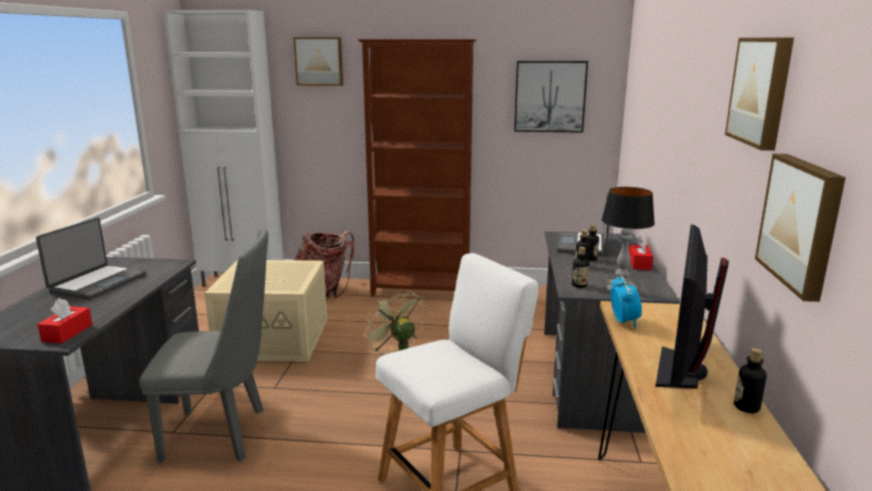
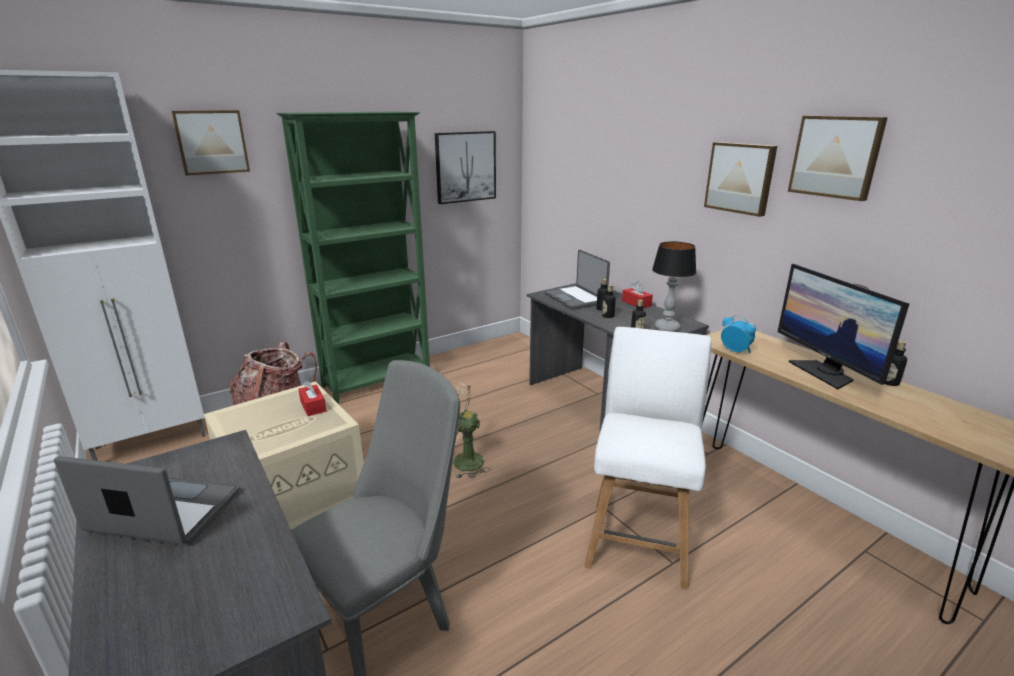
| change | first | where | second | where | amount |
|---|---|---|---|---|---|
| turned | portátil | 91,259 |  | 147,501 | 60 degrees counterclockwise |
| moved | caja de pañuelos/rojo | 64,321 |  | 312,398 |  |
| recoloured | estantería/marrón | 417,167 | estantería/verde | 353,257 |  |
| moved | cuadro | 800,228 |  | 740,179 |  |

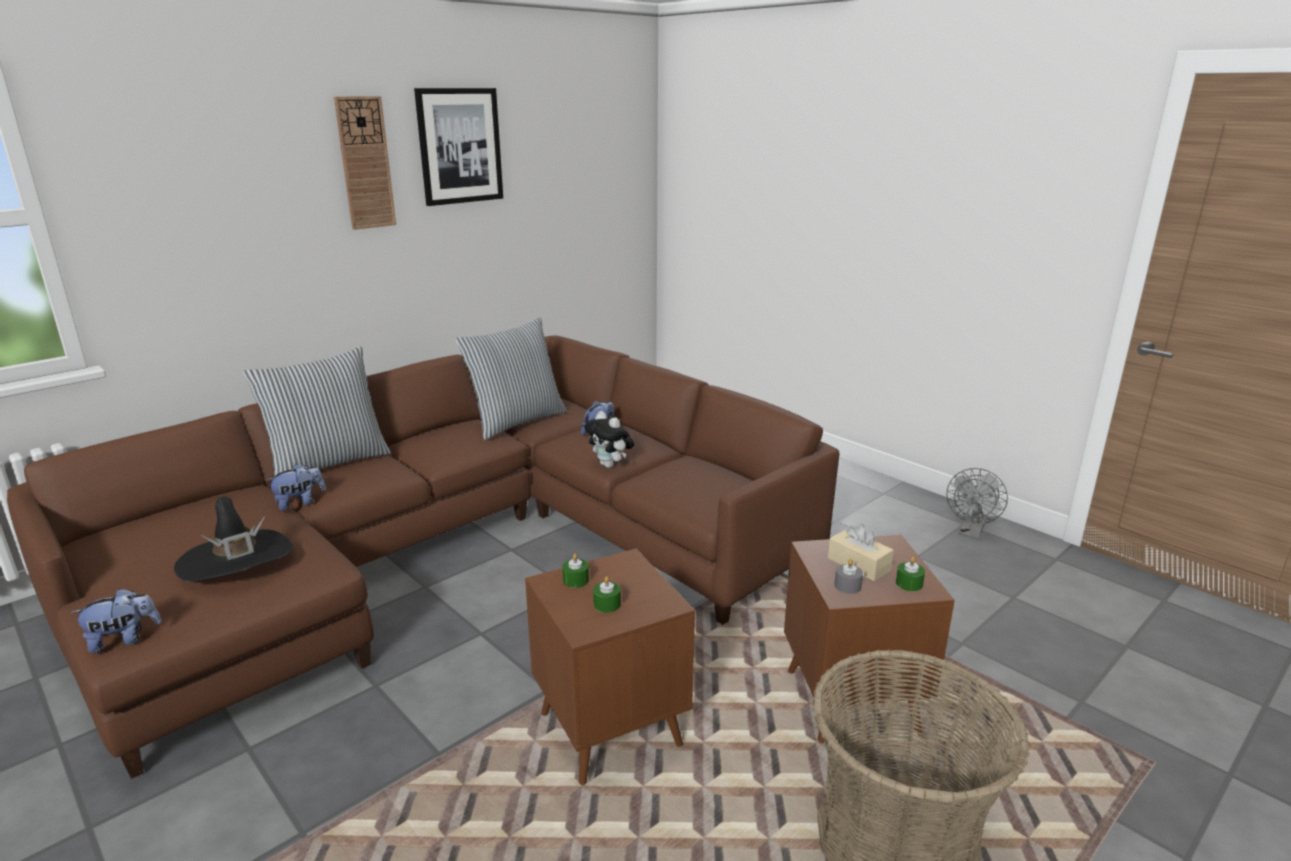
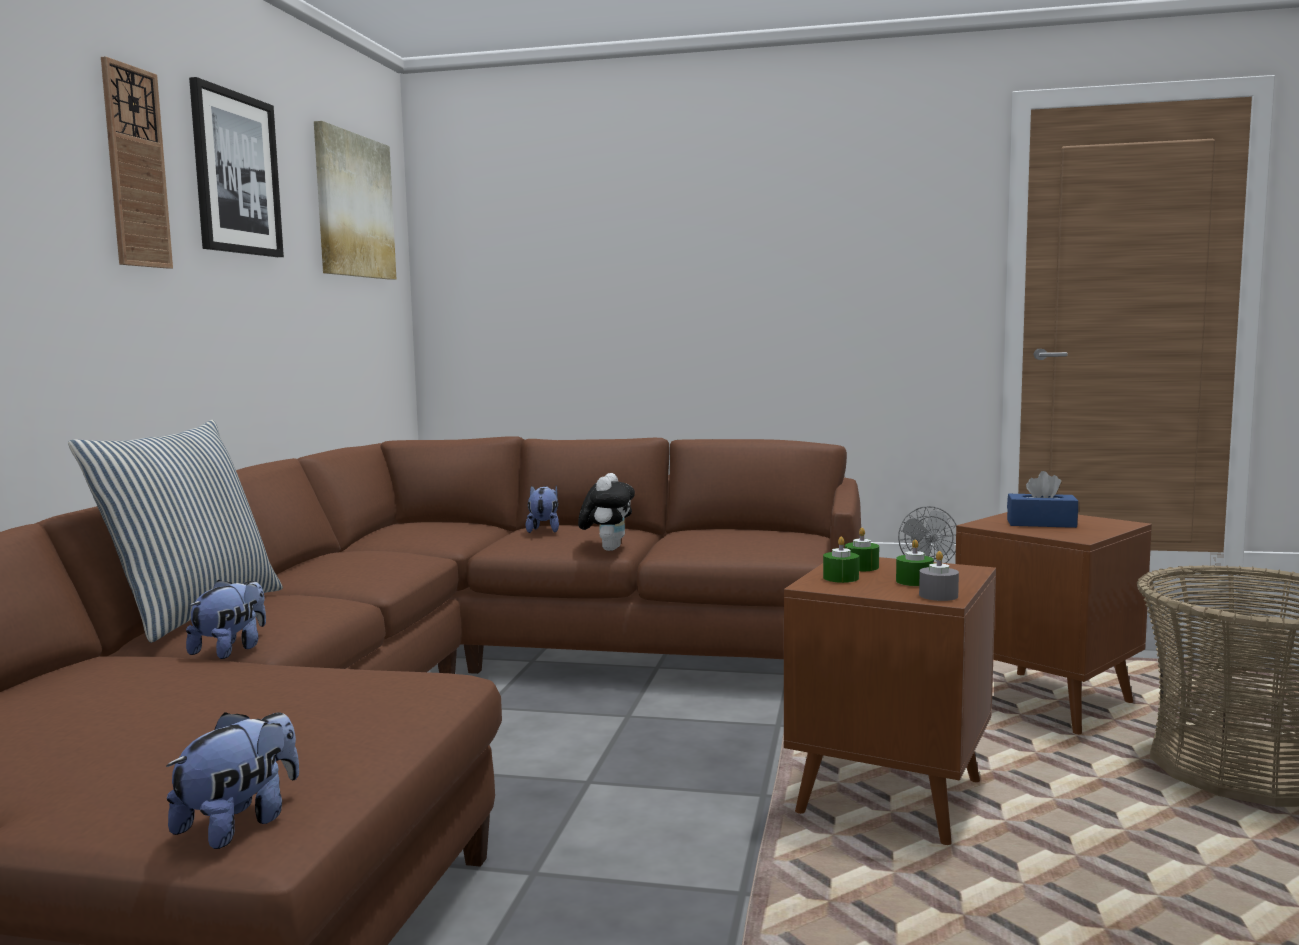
| change | first | where | second | where | amount |
|---|---|---|---|---|---|
| removed | sombrero/negro | 233,539 |  |  |  |
| removed | cojín | 511,378 |  |  |  |
| turned | peluche | 609,439 |  | 606,512 | 90 degrees counterclockwise |
| recoloured | caja de pañuelos/beis | 861,552 | caja de pañuelos/azul | 1042,499 |  |
| moved | vela/gris | 848,576 |  | 939,576 |  |
| moved | vela/verde | 910,574 |  | 862,549 |  |
| added |  |  | cuadro | 355,200 |  |

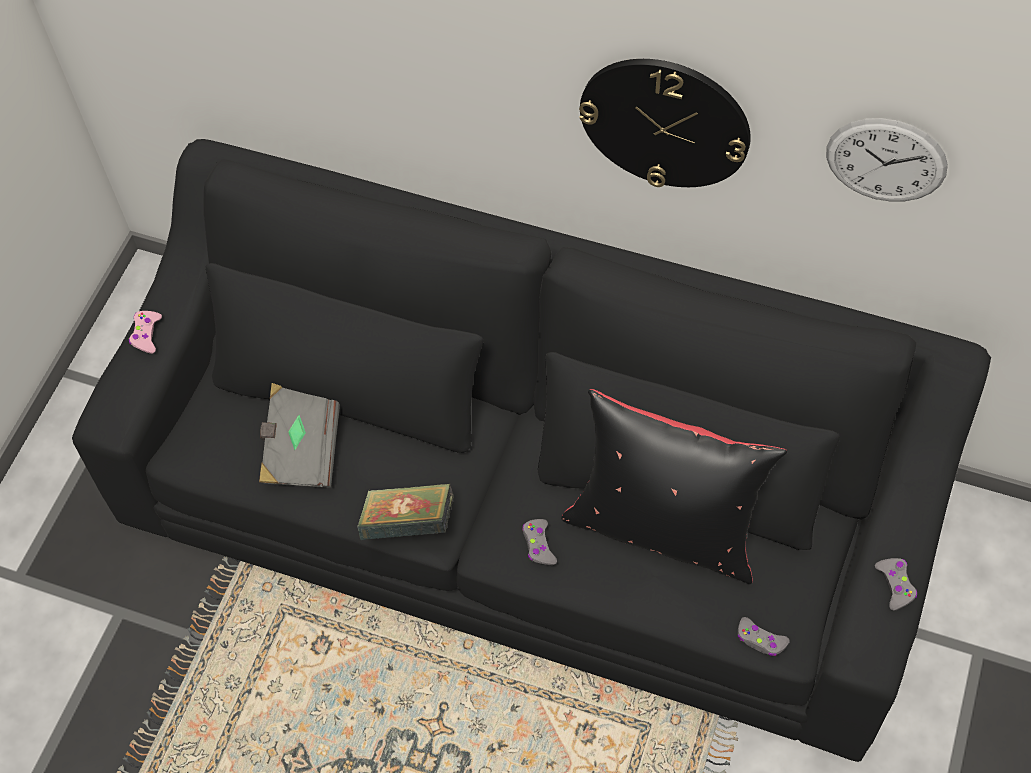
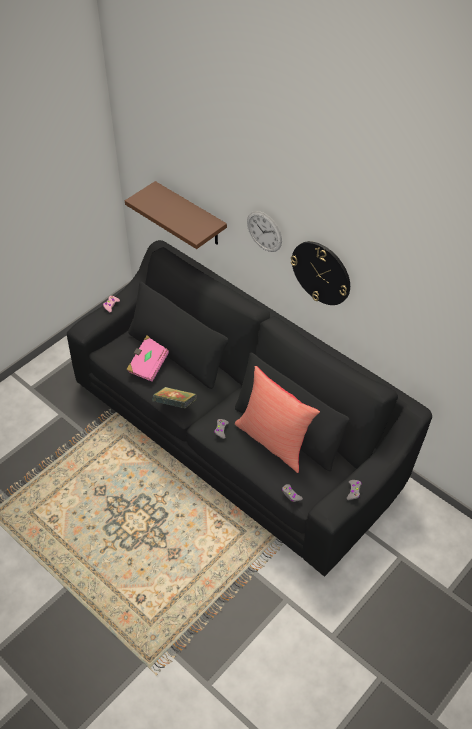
| change | first | where | second | where | amount |
|---|---|---|---|---|---|
| recoloured | libro/gris | 299,435 | libro/rosa | 147,358 |  |
| recoloured | cojín/negro | 674,486 | cojín/rojo | 277,419 |  |
| moved | reloj de pared | 887,160 |  | 264,231 |  |
| added |  |  | estante/marrón | 176,215 |  |

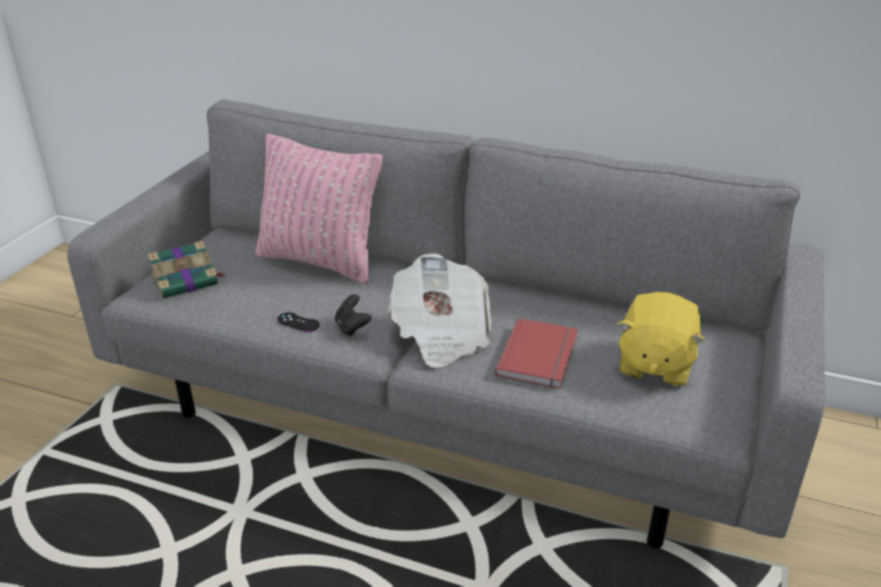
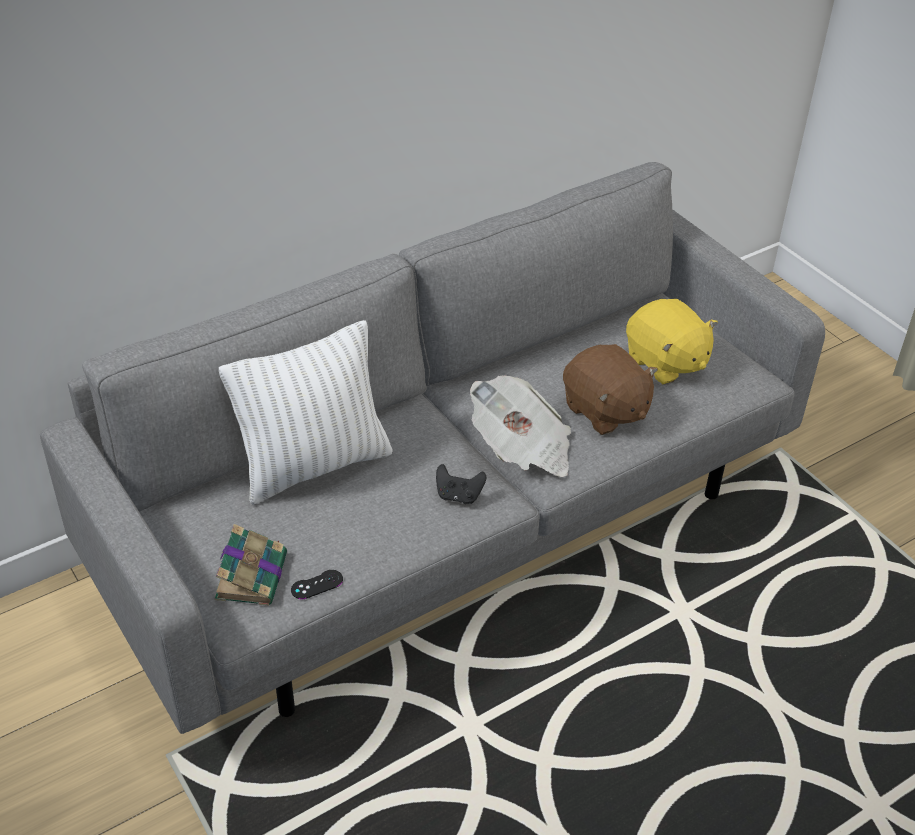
| change | first | where | second | where | amount |
|---|---|---|---|---|---|
| recoloured | cojín/rosa | 318,208 | cojín/blanco | 306,412 |  |
| moved | mando de consola/negro | 298,322 |  | 317,584 |  |
| replaced | libro/rojo | 536,353 | peluche/marrón | 610,389 |  |

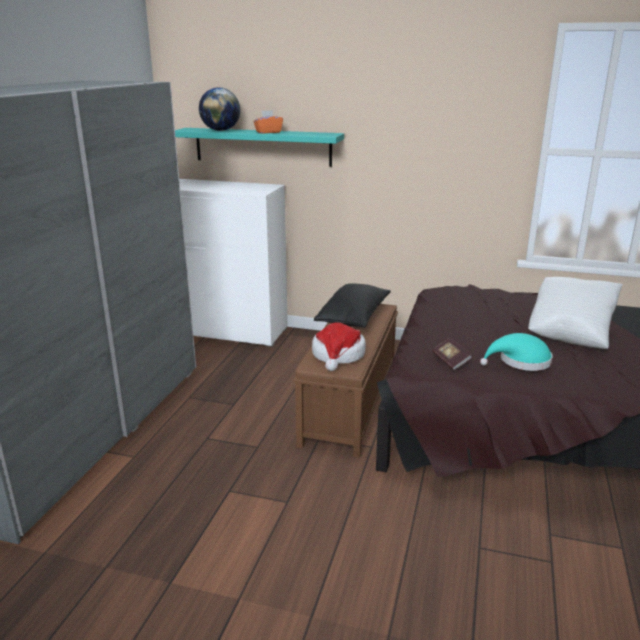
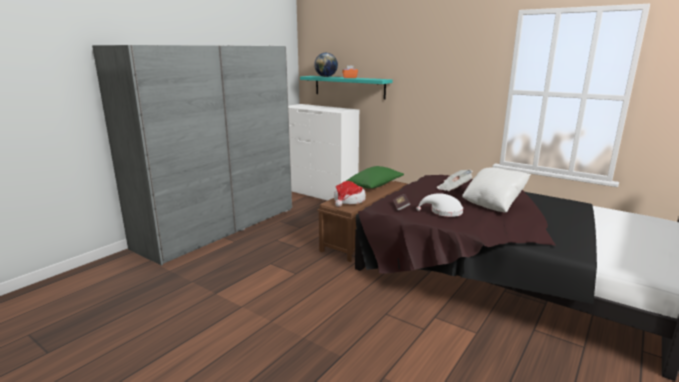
| change | first | where | second | where | amount |
|---|---|---|---|---|---|
| recoloured | cojín/negro | 352,305 | cojín/verde | 375,177 |  |
| recoloured | sombrero/turquesa | 516,352 | sombrero/blanco | 439,205 |  |
| added |  |  | periódico | 455,180 |  |

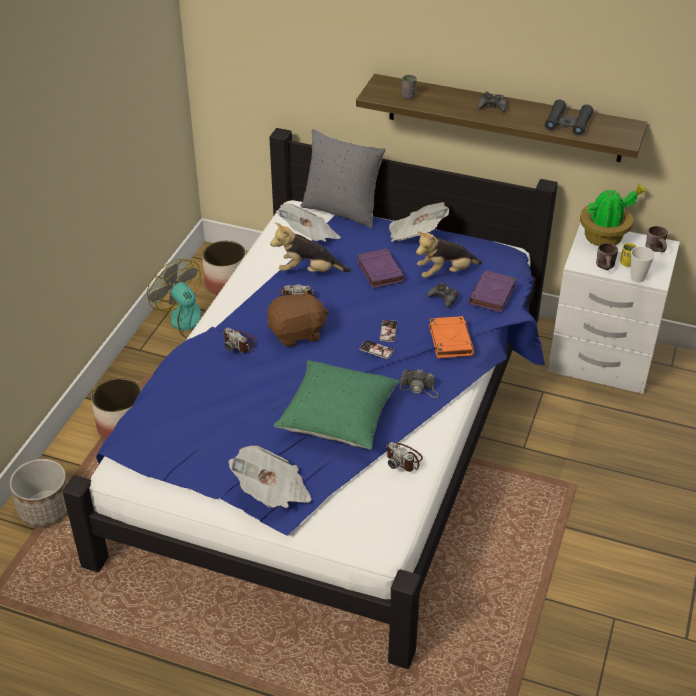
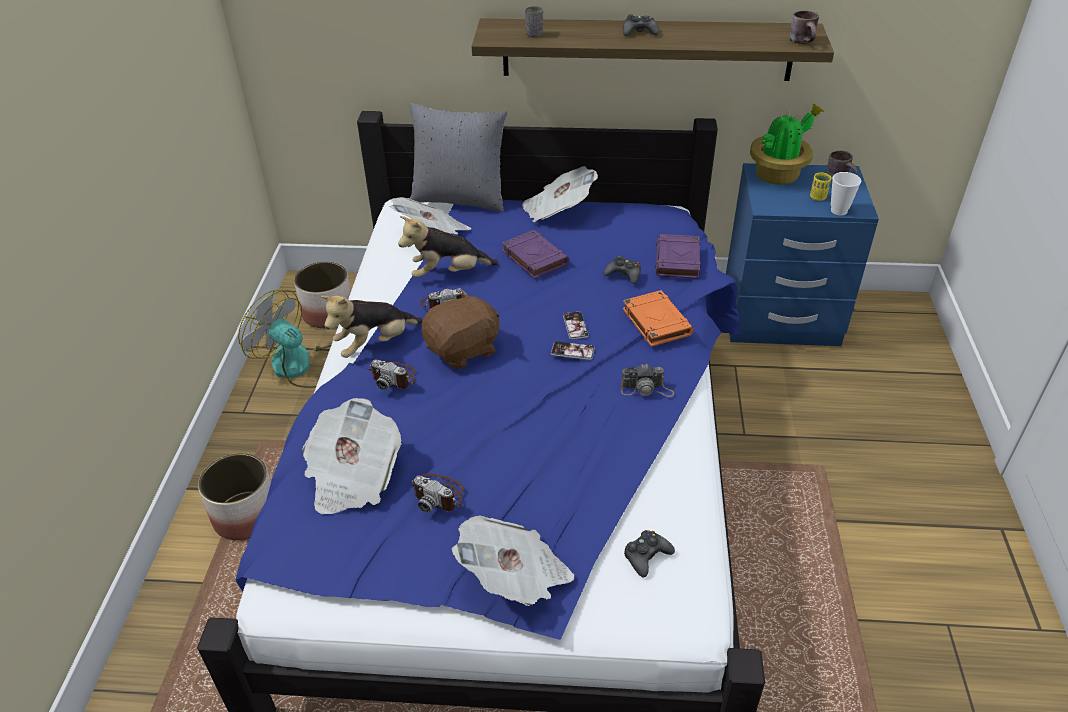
| change | first | where | second | where | amount |
|---|---|---|---|---|---|
| removed | maceta | 38,493 |  |  |  |
| removed | cojín/verde | 337,404 |  |  |  |
| moved | cámara | 404,457 |  | 437,493 |  |
| moved | peluche | 449,254 |  | 371,327 |  |
| removed | prismáticos/negro | 569,118 |  |  |  |
| recoloured | mesita de noche/blanco | 614,308 | mesita de noche/azul | 802,254 |  |
| moved | taza grande/marrón | 607,256 |  | 804,27 |  |
| added |  |  | periódico | 351,456 |  |
| added |  |  | mando de consola/negro | 649,554 |  |

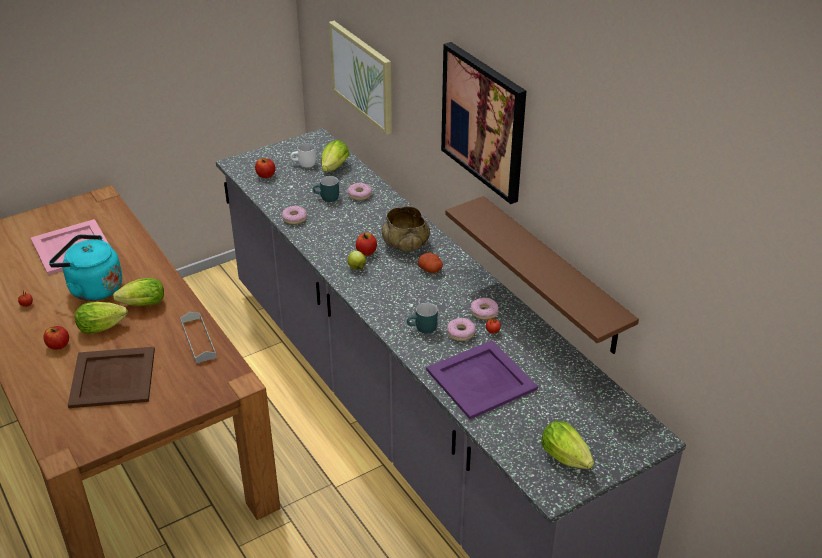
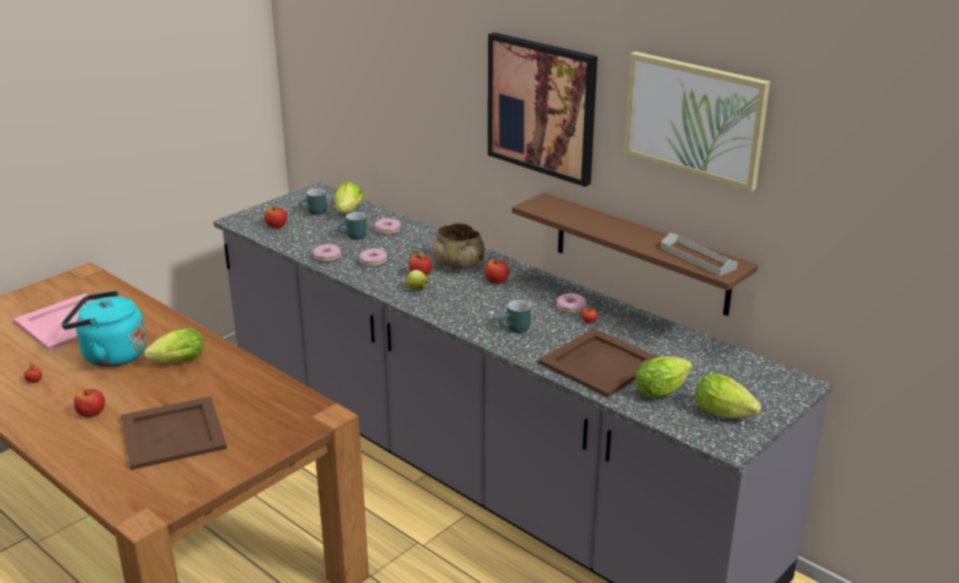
| change | first | where | second | where | amount |
|---|---|---|---|---|---|
| moved | lechuga | 101,318 |  | 664,377 |  |
| moved | bandeja/gris | 198,337 |  | 699,254 |  |
| recoloured | taza grande/blanco | 303,154 | taza grande/turquesa | 313,202 |  |
| moved | cuadro | 360,78 |  | 697,121 |  |
| replaced | patata | 430,263 | manzana | 497,271 |  |
| recoloured | bandeja/morado | 482,379 | bandeja/marrón | 598,363 |  |
| moved | rosquilla | 461,329 |  | 373,257 |  |

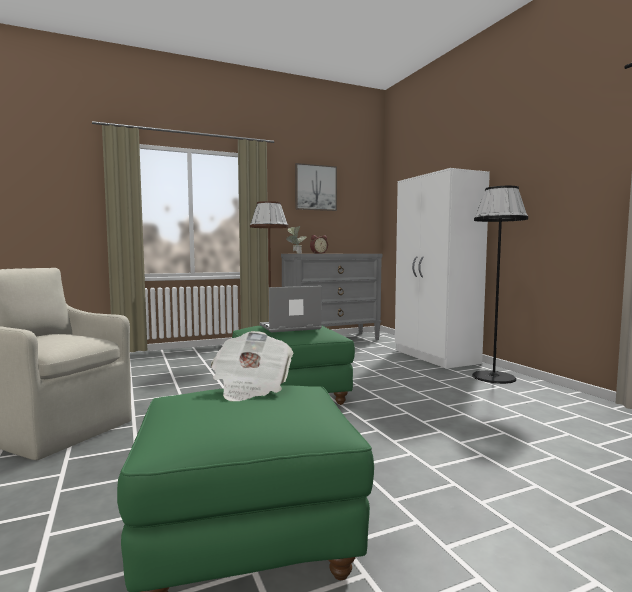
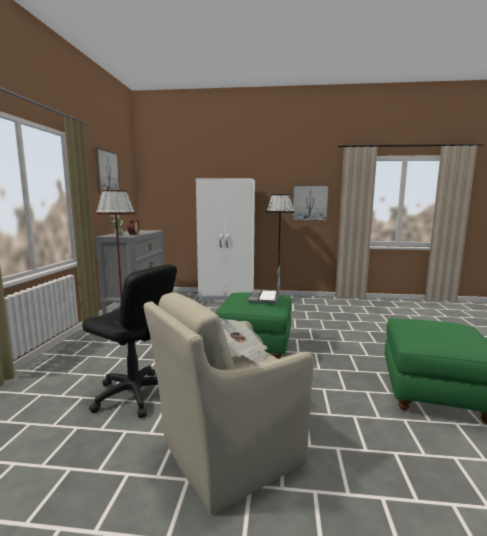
| change | first | where | second | where | amount |
|---|---|---|---|---|---|
| moved | periódico | 252,366 |  | 243,341 |  |
| added |  |  | silla de oficina/negro | 129,341 |  |
| added |  |  | cuadro | 310,203 |  |

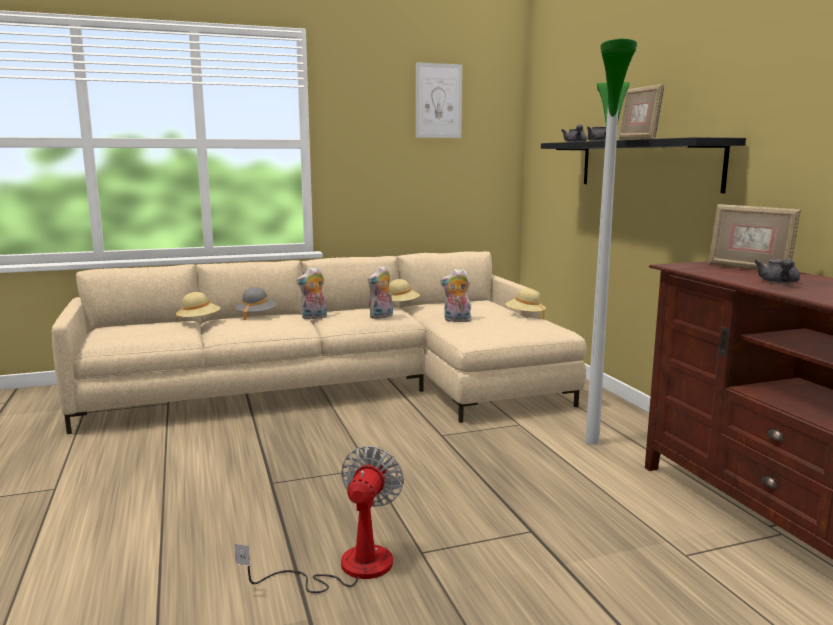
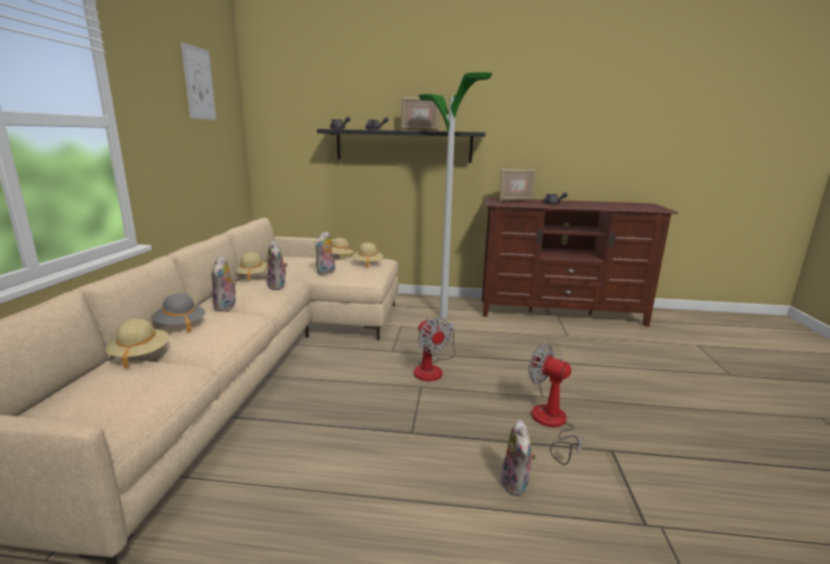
| change | first | where | second | where | amount |
|---|---|---|---|---|---|
| added |  |  | sombrero/beis | 367,255 |  |
| added |  |  | ventilador | 434,349 |  |
| added |  |  | peluche | 518,458 |  |

